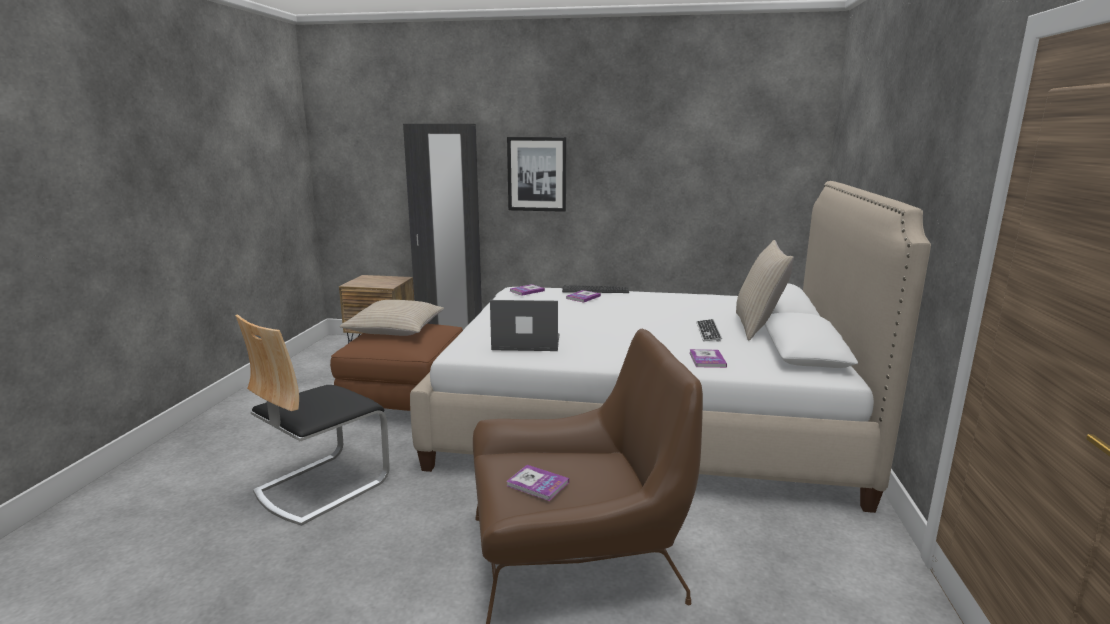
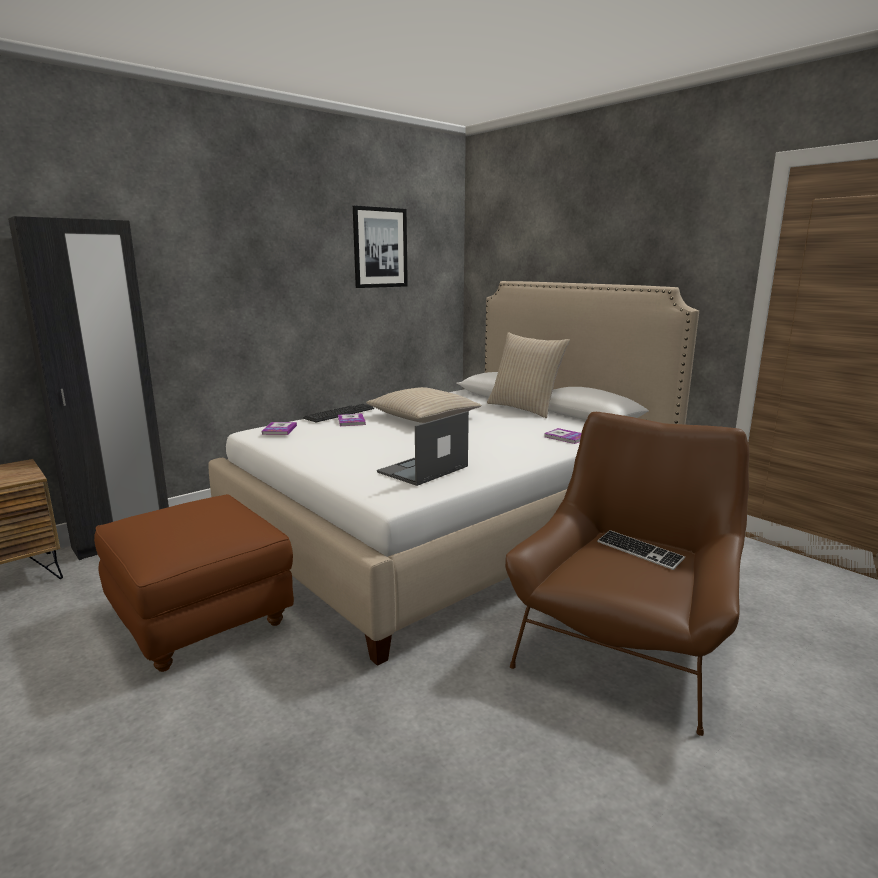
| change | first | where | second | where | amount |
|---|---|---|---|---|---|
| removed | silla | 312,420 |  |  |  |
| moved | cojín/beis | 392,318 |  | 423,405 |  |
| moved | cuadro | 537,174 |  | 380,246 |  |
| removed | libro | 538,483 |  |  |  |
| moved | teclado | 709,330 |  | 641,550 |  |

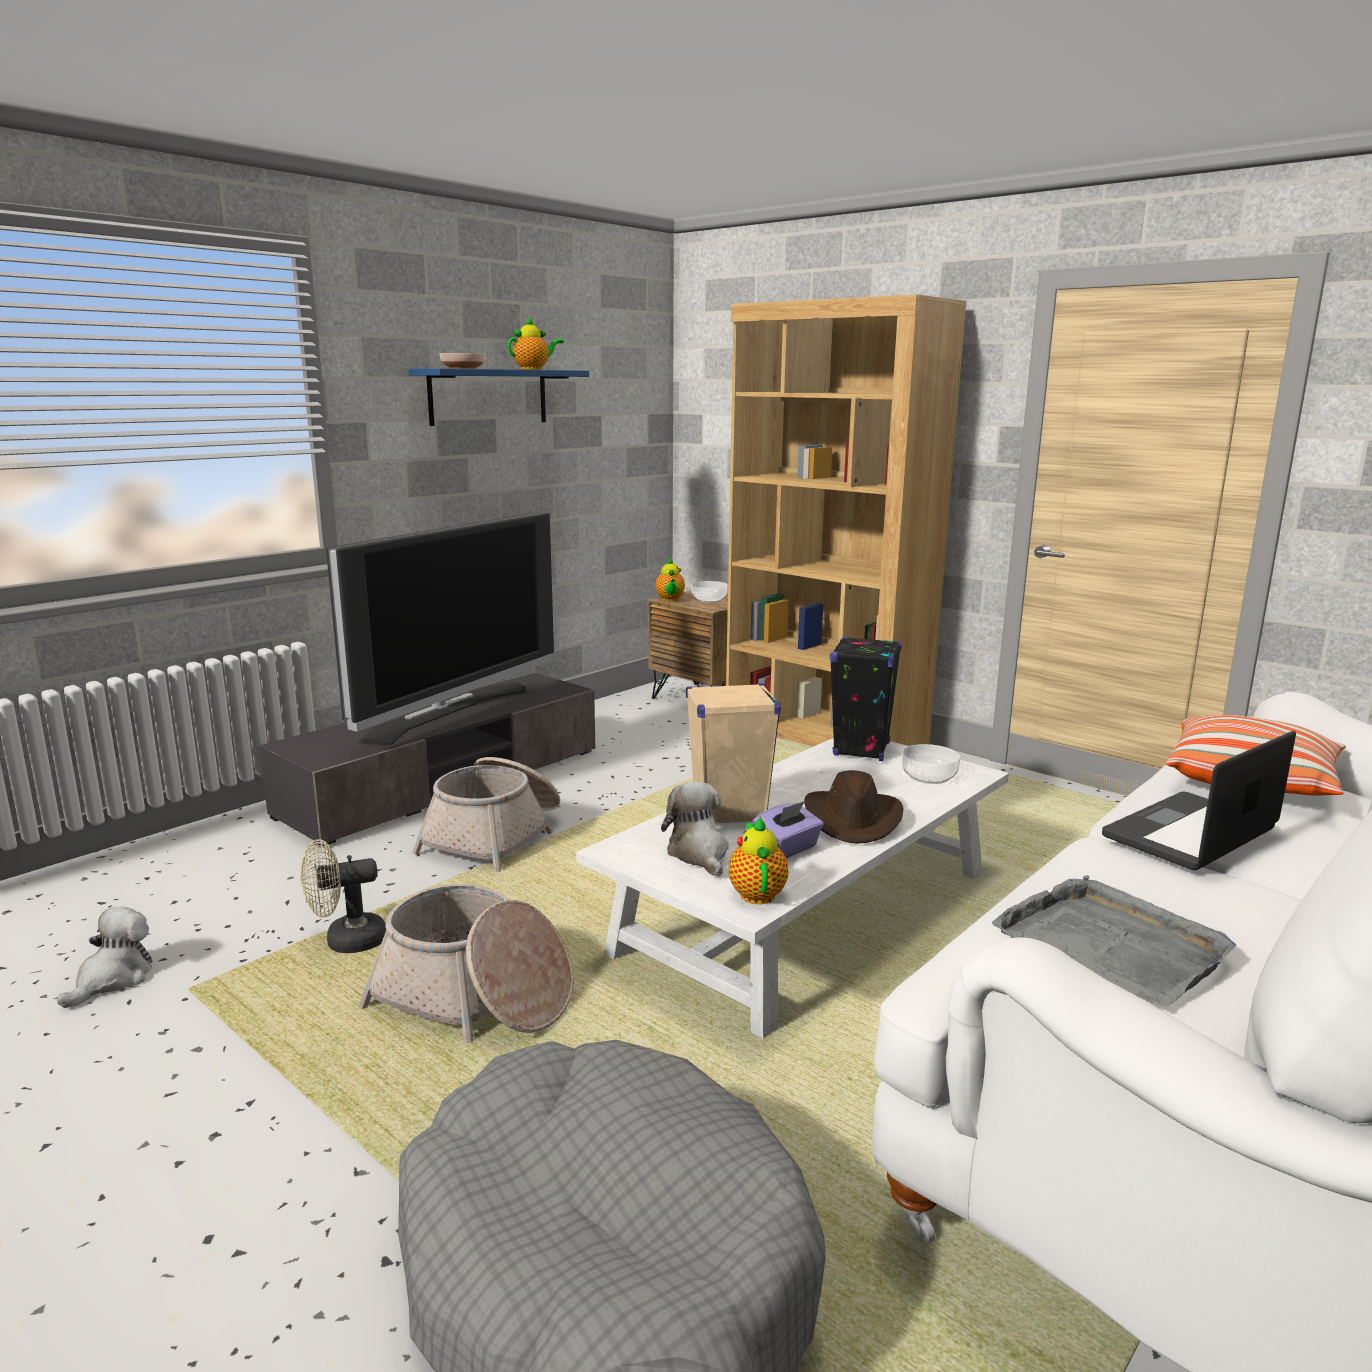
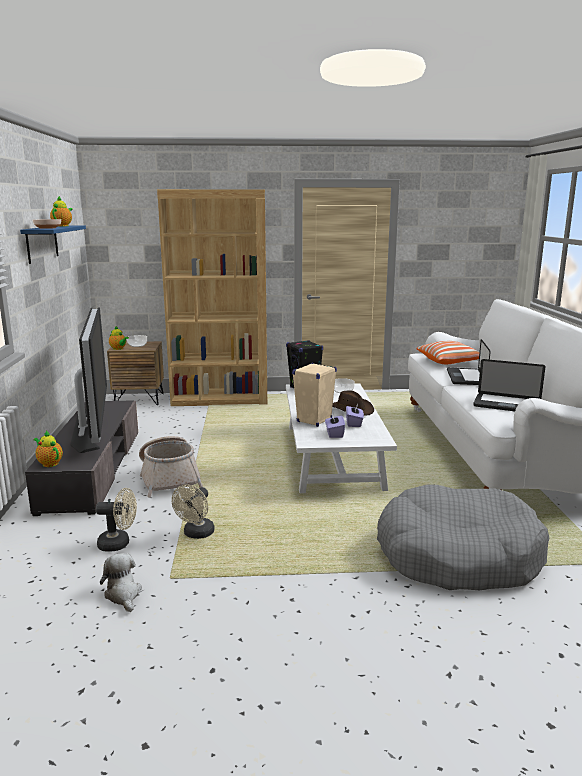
| change | first | where | second | where | amount |
|---|---|---|---|---|---|
| removed | cesta | 466,963 |  |  |  |
| replaced | peluche | 695,828 | caja de pañuelos/morado | 335,425 |  |
| moved | tetera | 758,860 |  | 48,449 |  |
| replaced | bandeja/gris | 1114,941 | portátil | 509,385 |  |
| added |  |  | ventilador/beis | 116,520 |  |

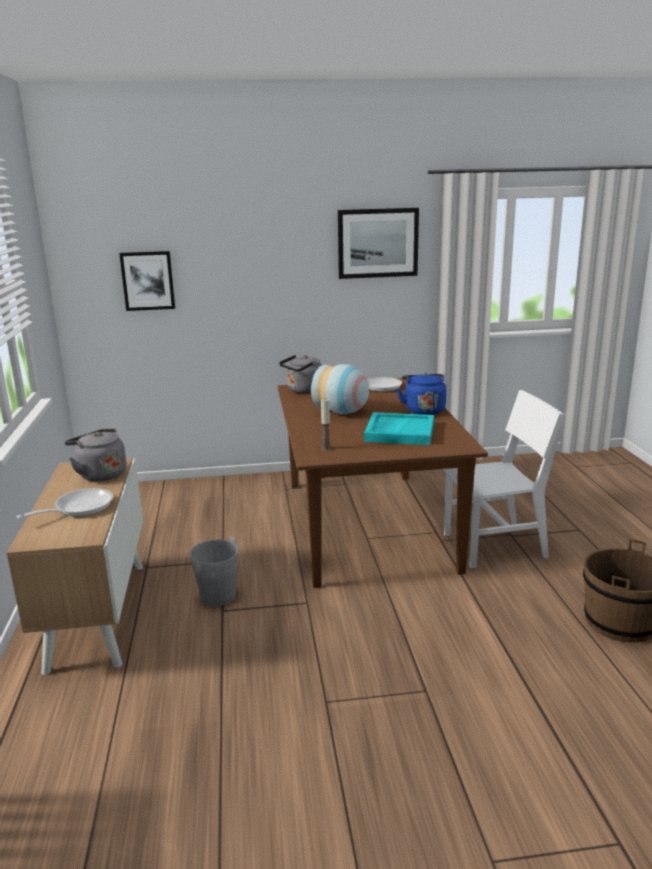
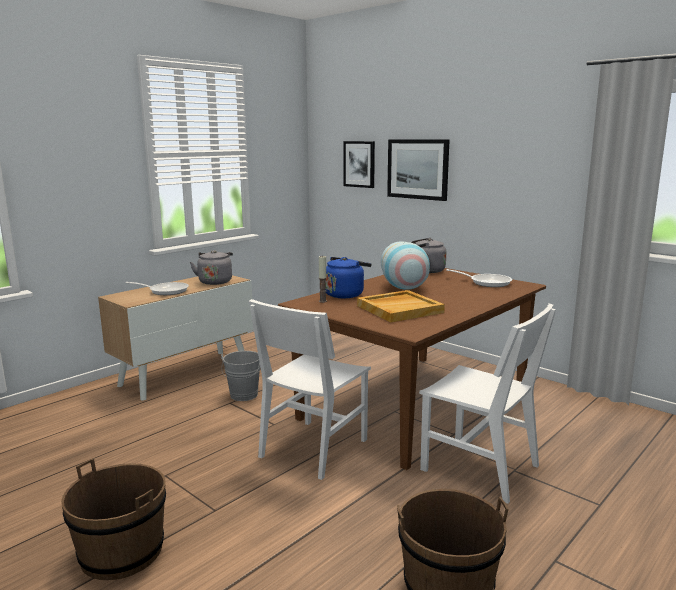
| change | first | where | second | where | amount |
|---|---|---|---|---|---|
| moved | cuadro | 378,243 |  | 418,170 |  |
| recoloured | bandeja/turquesa | 399,428 | bandeja/beis | 401,306 |  |
| moved | hervidor/azul | 421,394 |  | 348,277 |  |
| added |  |  | cubo/marrón | 113,519 |  |
| added |  |  | silla/blanco | 309,389 |  |

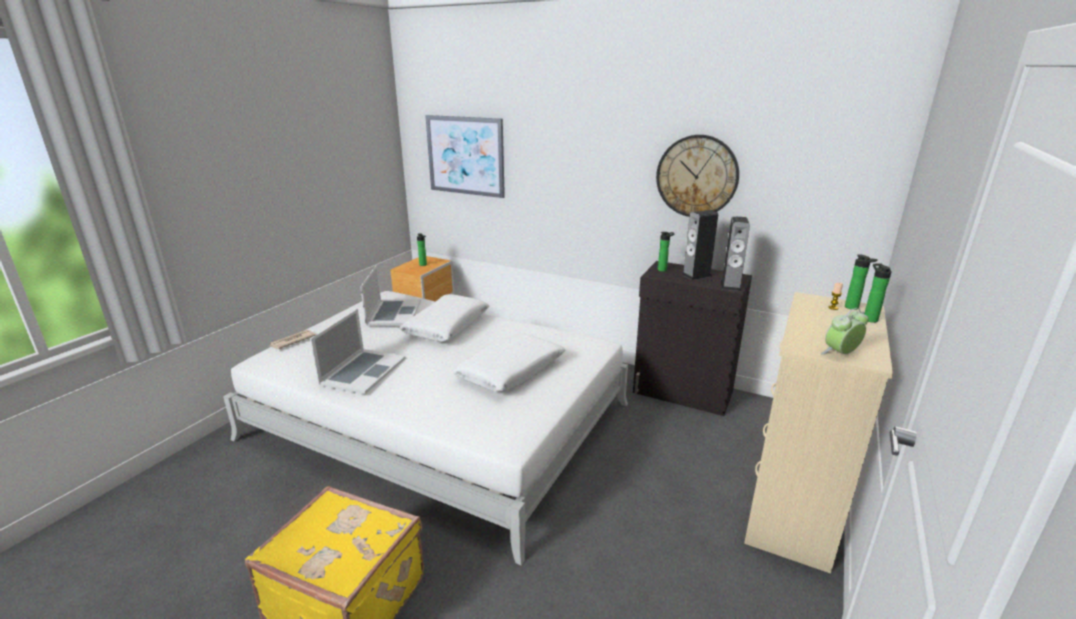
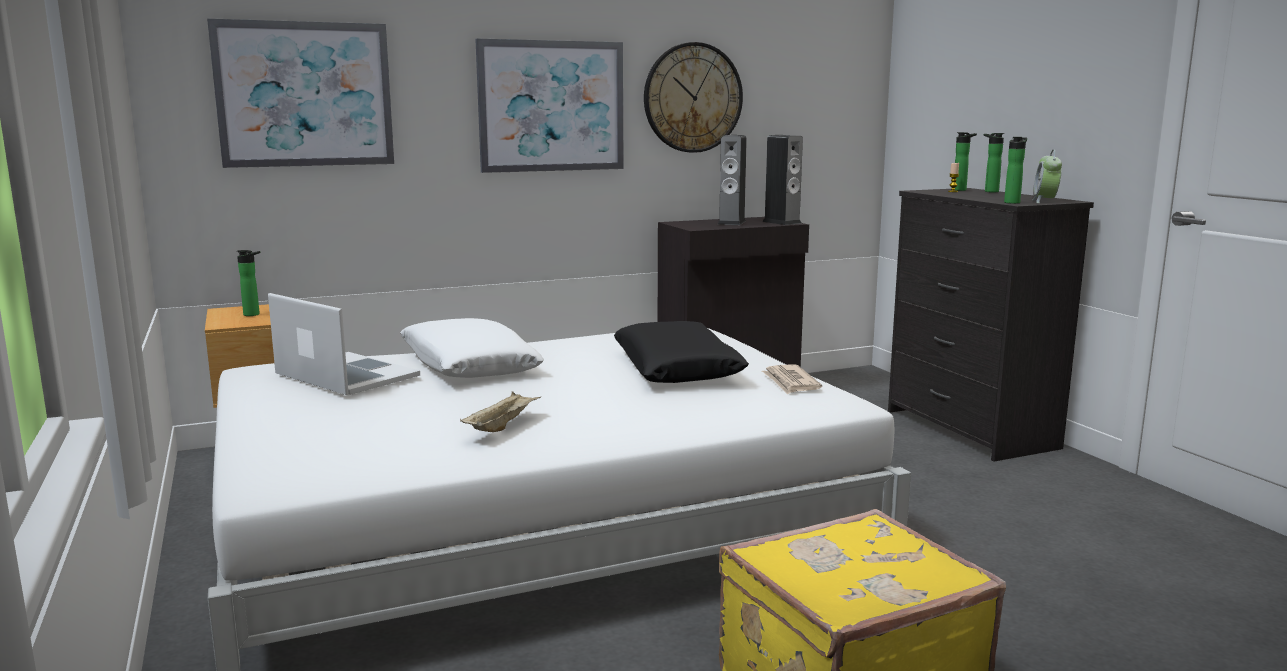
| change | first | where | second | where | amount |
|---|---|---|---|---|---|
| moved | periódico | 292,339 |  | 792,379 |  |
| replaced | portátil | 358,351 | bandeja/beis | 500,412 |  |
| recoloured | cojín/blanco | 509,362 | cojín/negro | 681,352 |  |
| moved | botella | 666,252 |  | 1015,170 |  |
| recoloured | cómoda/beis | 818,433 | cómoda/negro | 991,324 |  |
| added |  |  | cuadro | 549,105 |  |

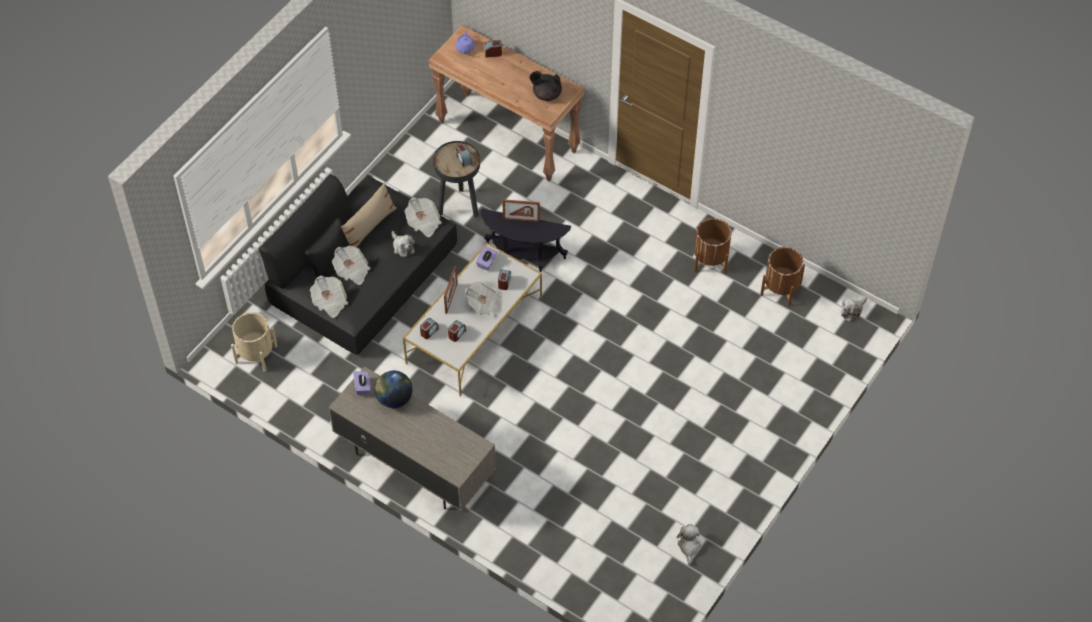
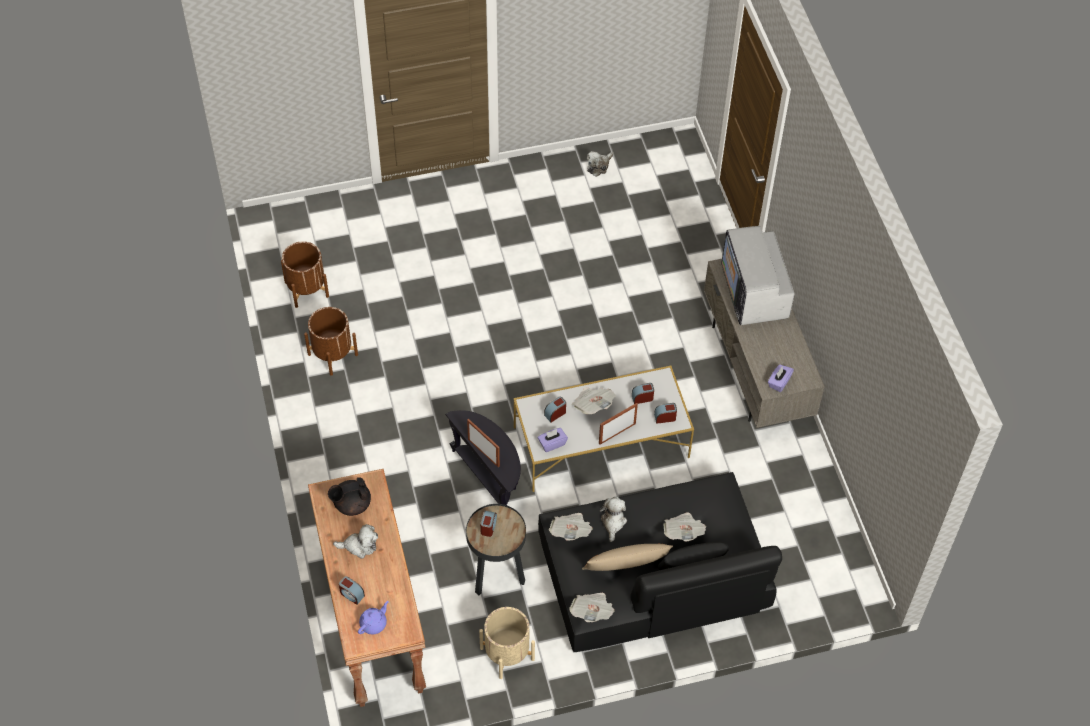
| change | first | where | second | where | amount |
|---|---|---|---|---|---|
| moved | maceta/beis | 254,342 |  | 507,643 |  |
| moved | periódico | 329,297 |  | 592,607 |  |
| removed | globo terráqueo | 393,389 |  |  |  |
| turned | tetera/negro | 546,86 |  | 349,496 | 105 degrees clockwise |
| moved | peluche | 854,309 |  | 355,541 |  |
| added |  |  | televisor | 757,275 |  |

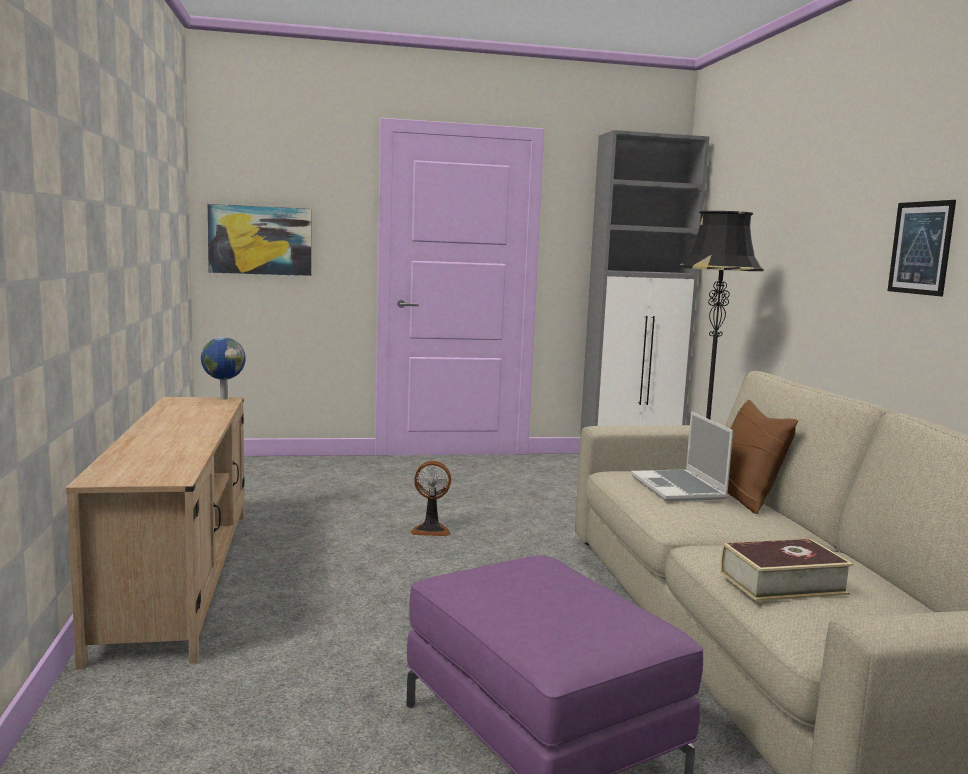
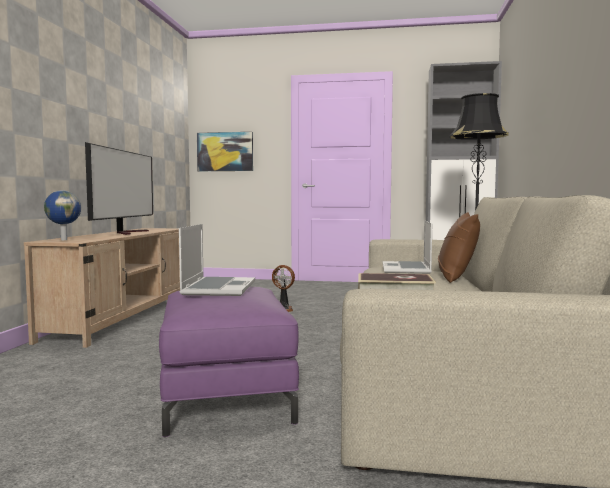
| change | first | where | second | where | amount |
|---|---|---|---|---|---|
| moved | globo terráqueo | 223,368 |  | 62,215 |  |
| removed | cuadro | 922,248 |  |  |  |
| added |  |  | televisor | 119,188 |  |
| added |  |  | portátil | 217,260 |  |

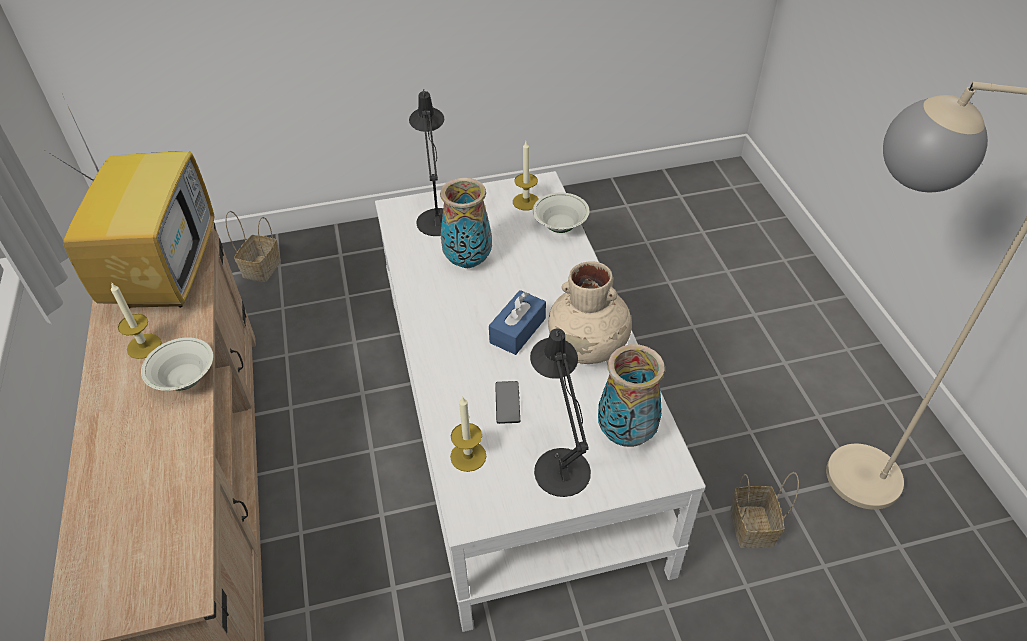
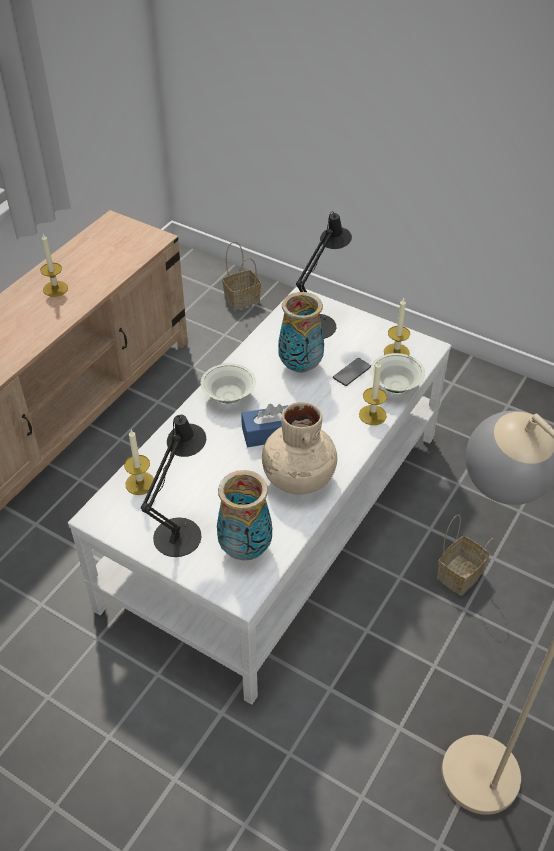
| change | first | where | second | where | amount |
|---|---|---|---|---|---|
| removed | televisor | 129,201 |  |  |  |
| moved | cuenco/blanco | 177,364 |  | 228,383 |  |
| moved | móvil | 507,402 |  | 352,372 |  |
| moved | cesta | 765,510 |  | 466,554 |  |
| added |  |  | vela | 373,393 |  |

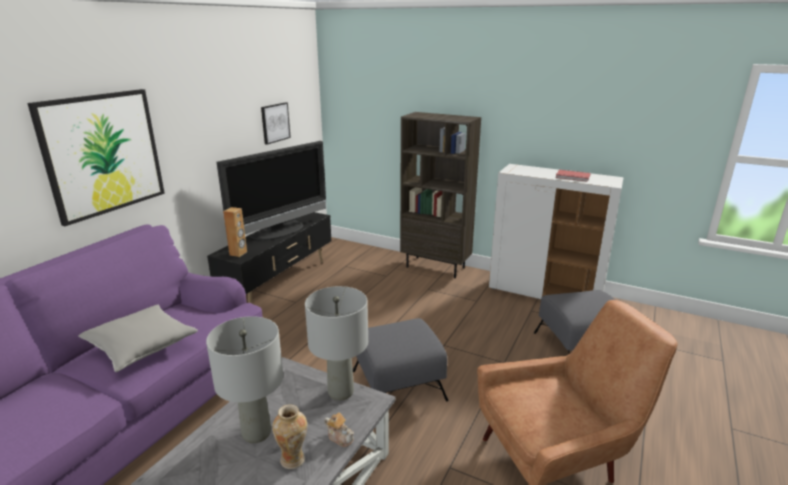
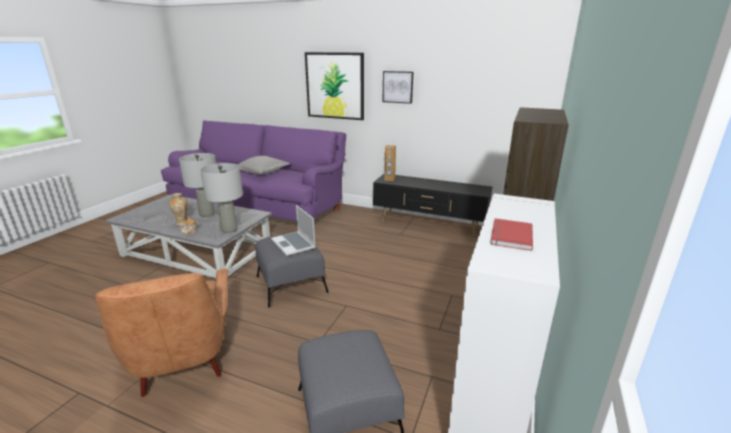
| change | first | where | second | where | amount |
|---|---|---|---|---|---|
| removed | televisor | 271,190 |  |  |  |
| moved | cuadro | 276,123 |  | 398,87 |  |
| added |  |  | portátil | 293,230 |  |

